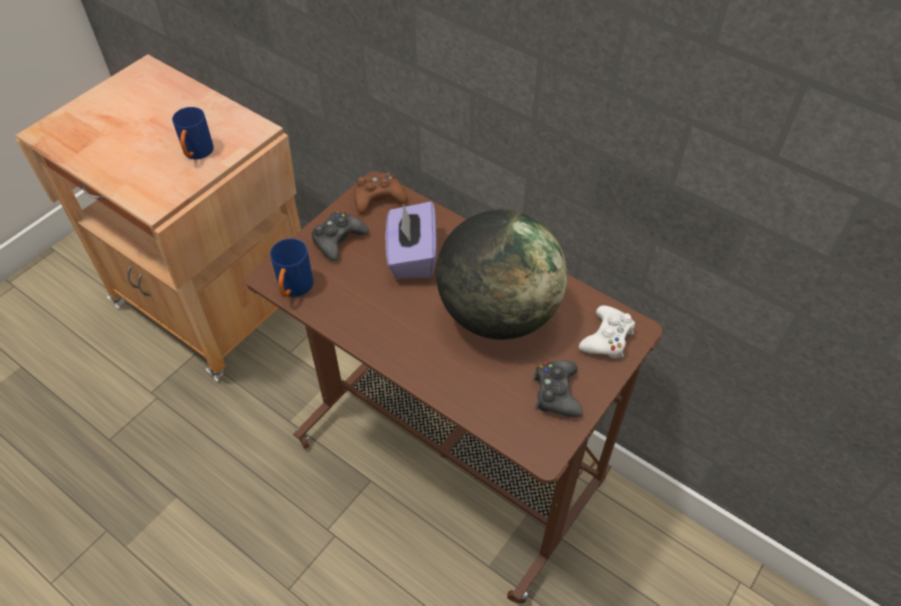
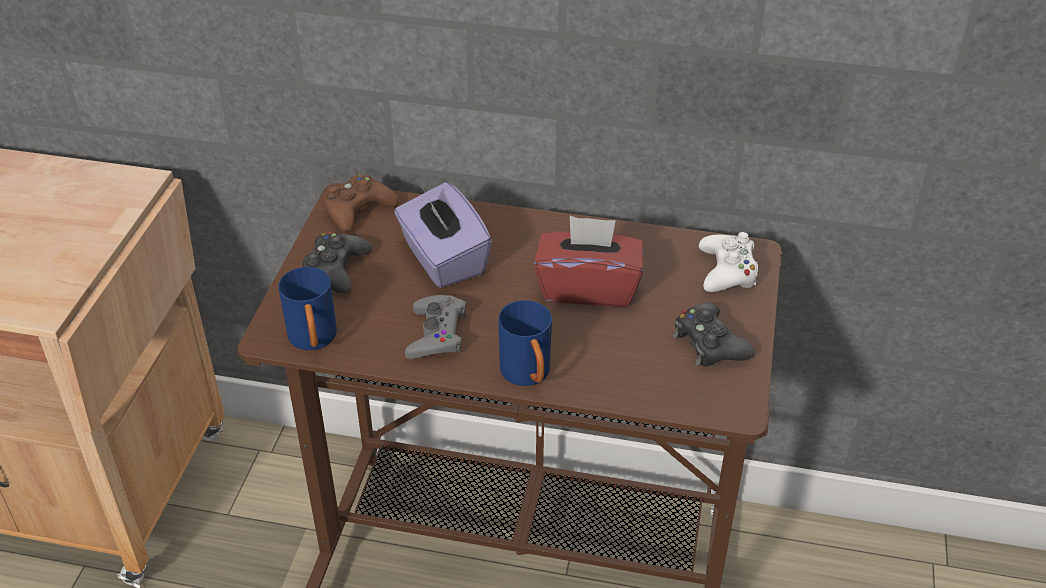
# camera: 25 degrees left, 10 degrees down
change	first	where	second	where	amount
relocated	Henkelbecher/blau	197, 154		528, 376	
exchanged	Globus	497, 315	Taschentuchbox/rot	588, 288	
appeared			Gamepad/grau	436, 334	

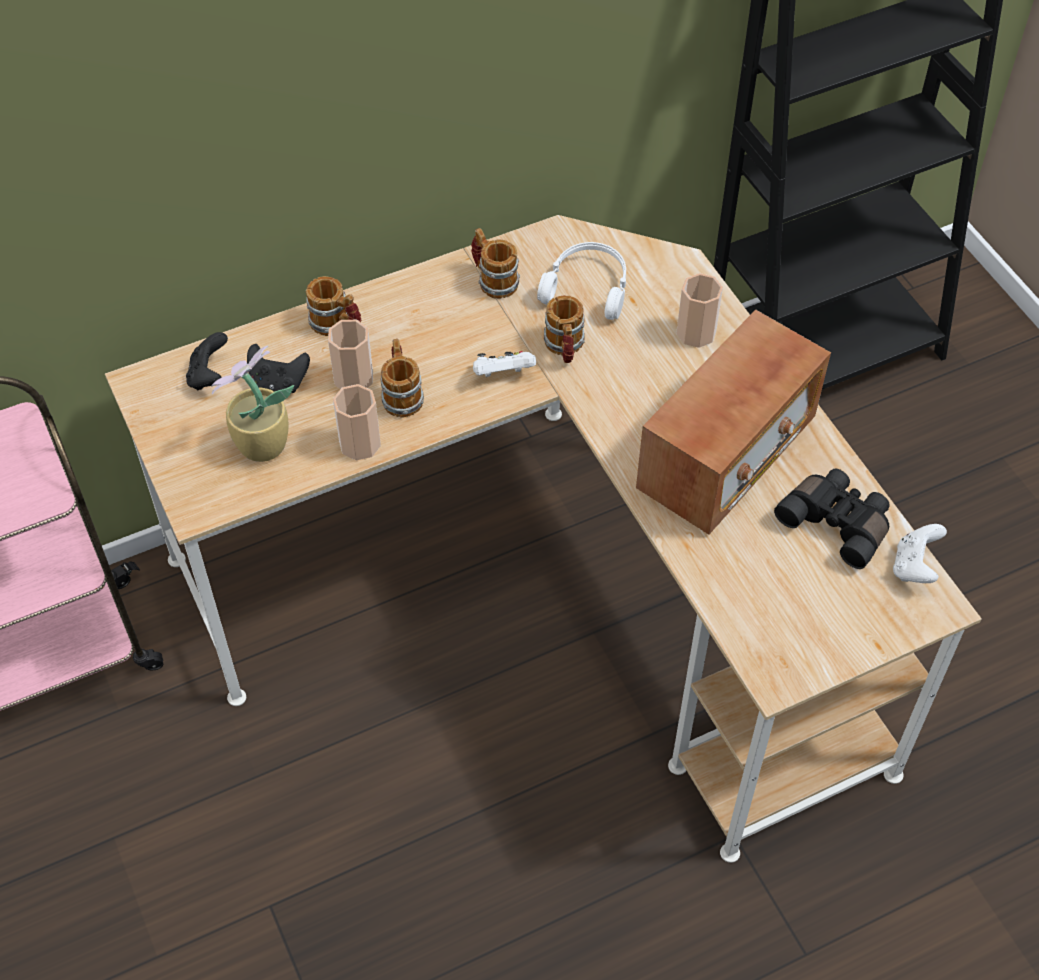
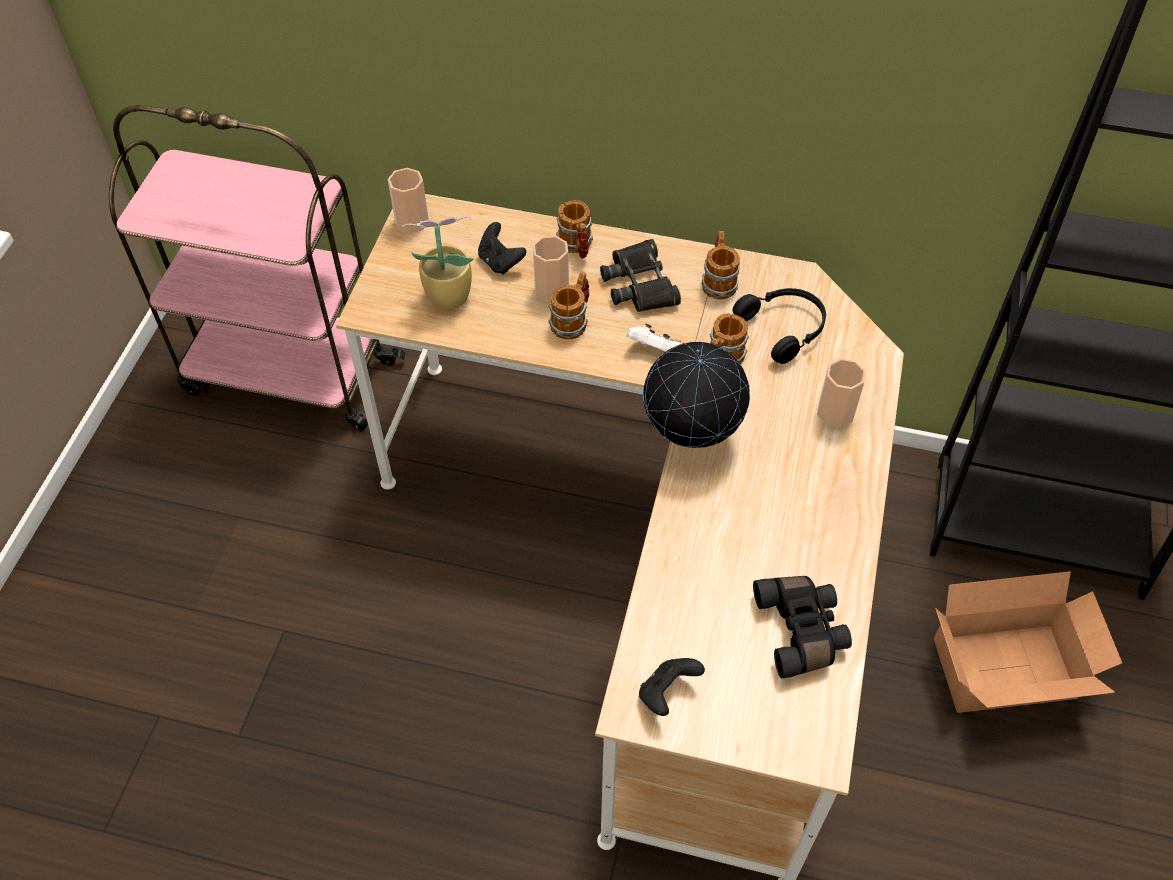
# camera: 40 degrees right, 0 degrees up
change	first	where	second	where	amount
relocated	Gamepad/schwarz	209, 376		667, 693	
relocated	Tasse	360, 444		412, 221	
colour	Kopfhörer/weiß	588, 287	Kopfhörer/schwarz	784, 328	
missing	Radio	727, 454			
missing	Gamepad/weiß	914, 567			
appeared			Fernglas/schwarz	640, 284	
appeared			Globus	691, 434	
appeared			Karton	1009, 673	

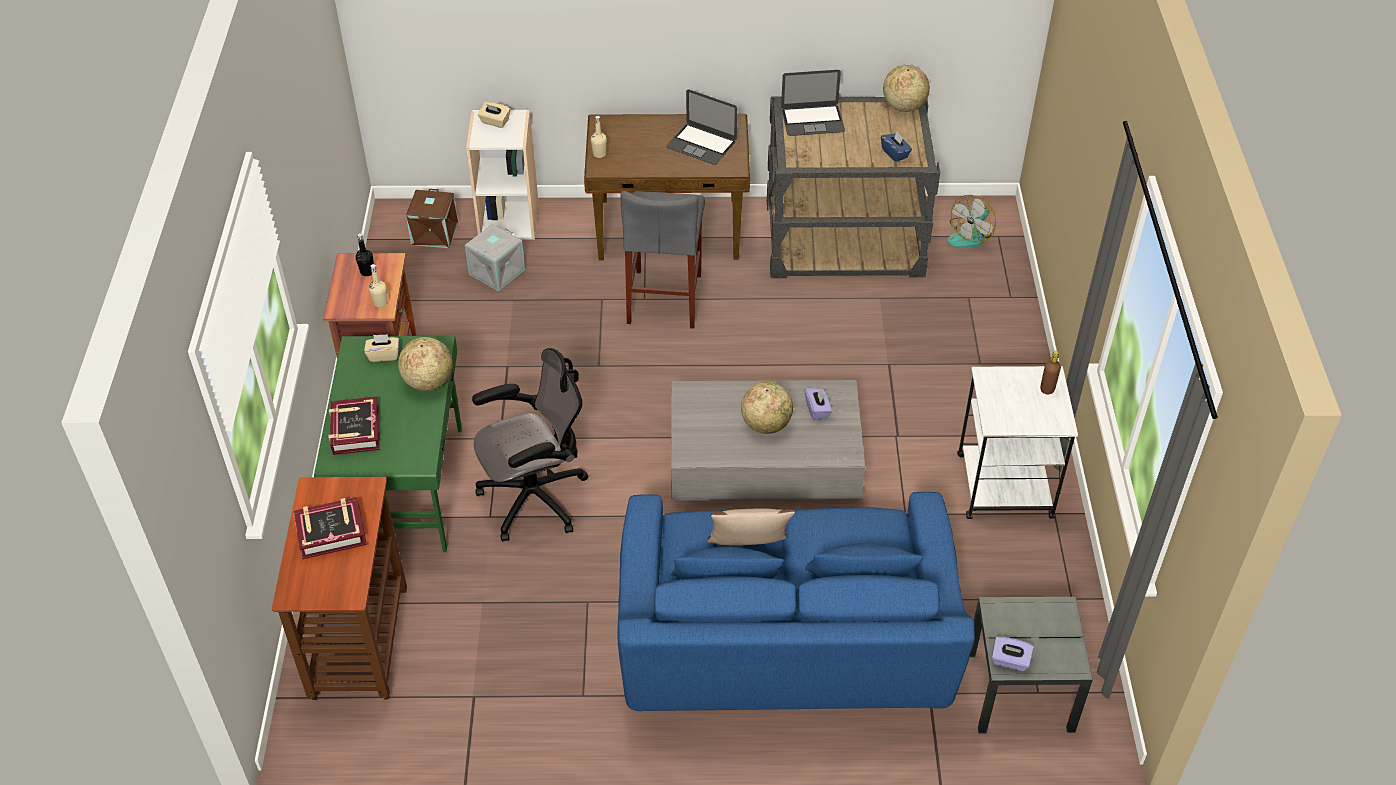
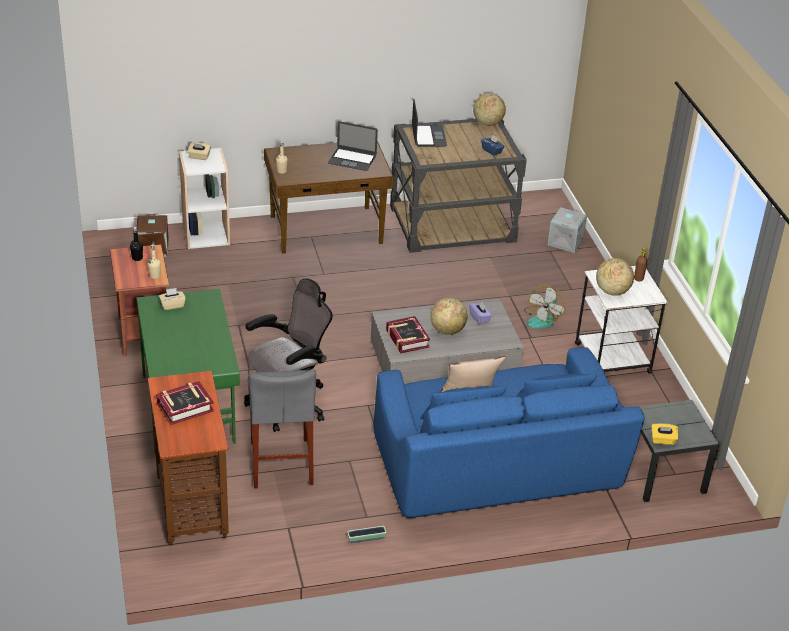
# camera: 15 degrees left, 10 degrees down
change	first	where	second	where	amount
relocated	Buch	355, 430		407, 339	
relocated	Globus	428, 382		612, 291	
relocated	Aufbewahrungsbox/grau	496, 271		565, 241	
relocated	Hocker/grau	664, 298		281, 463	
spun	Laptop	812, 120		428, 136	75 degrees counterclockwise
relocated	Ventilator	970, 235		543, 319	
colour	Taschentuchbox/lila	1010, 661	Taschentuchbox/gelb	663, 440	
appeared			Pflanzkübel	366, 538	

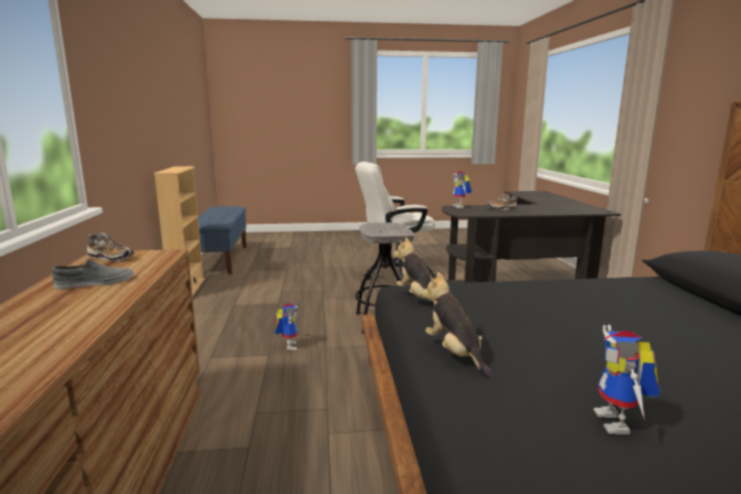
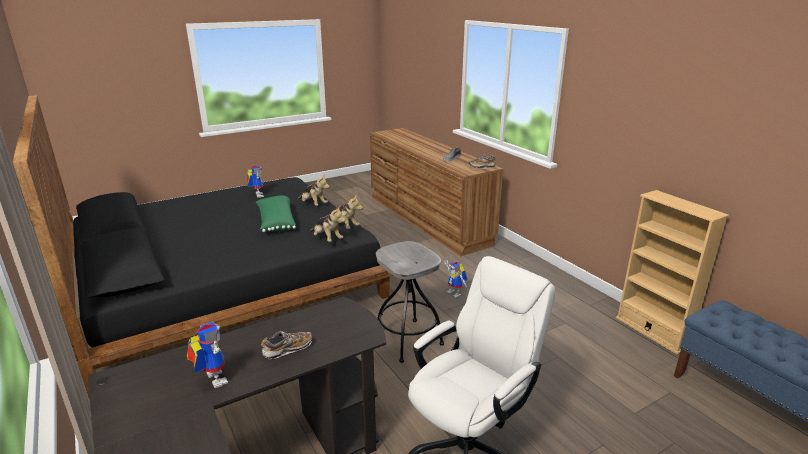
# camera: 155 degrees right, 10 degrees up
change	first	where	second	where	amount
relocated	Spielzeugroboter	460, 207		211, 379	
appeared			Kissen/grün	276, 222	
appeared			Plüschtier	327, 239	

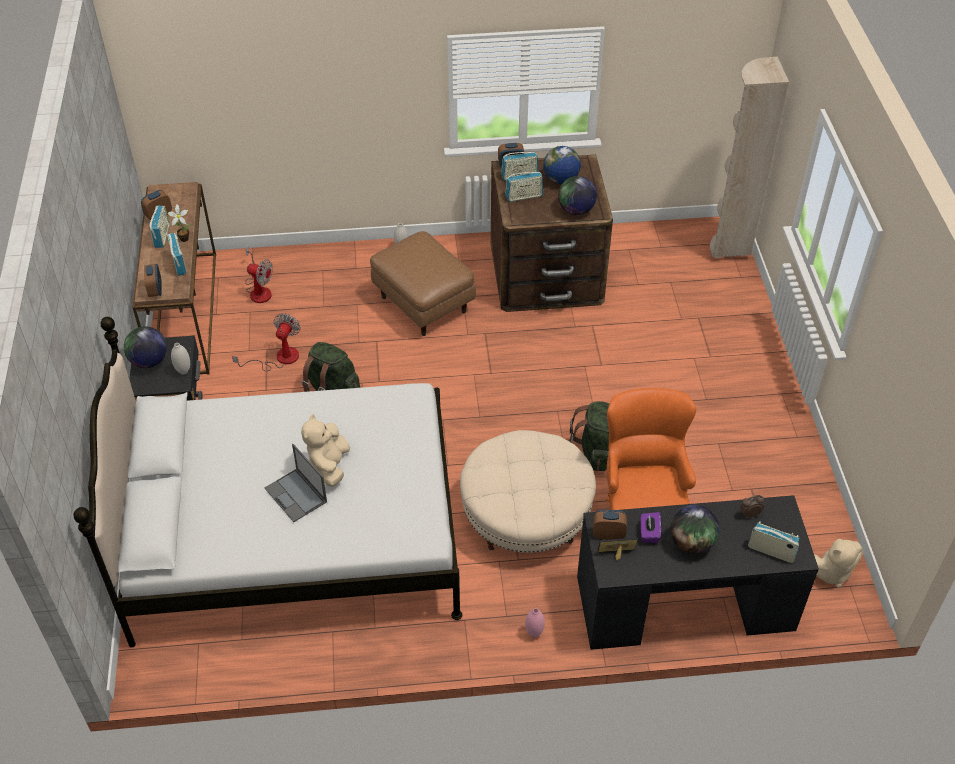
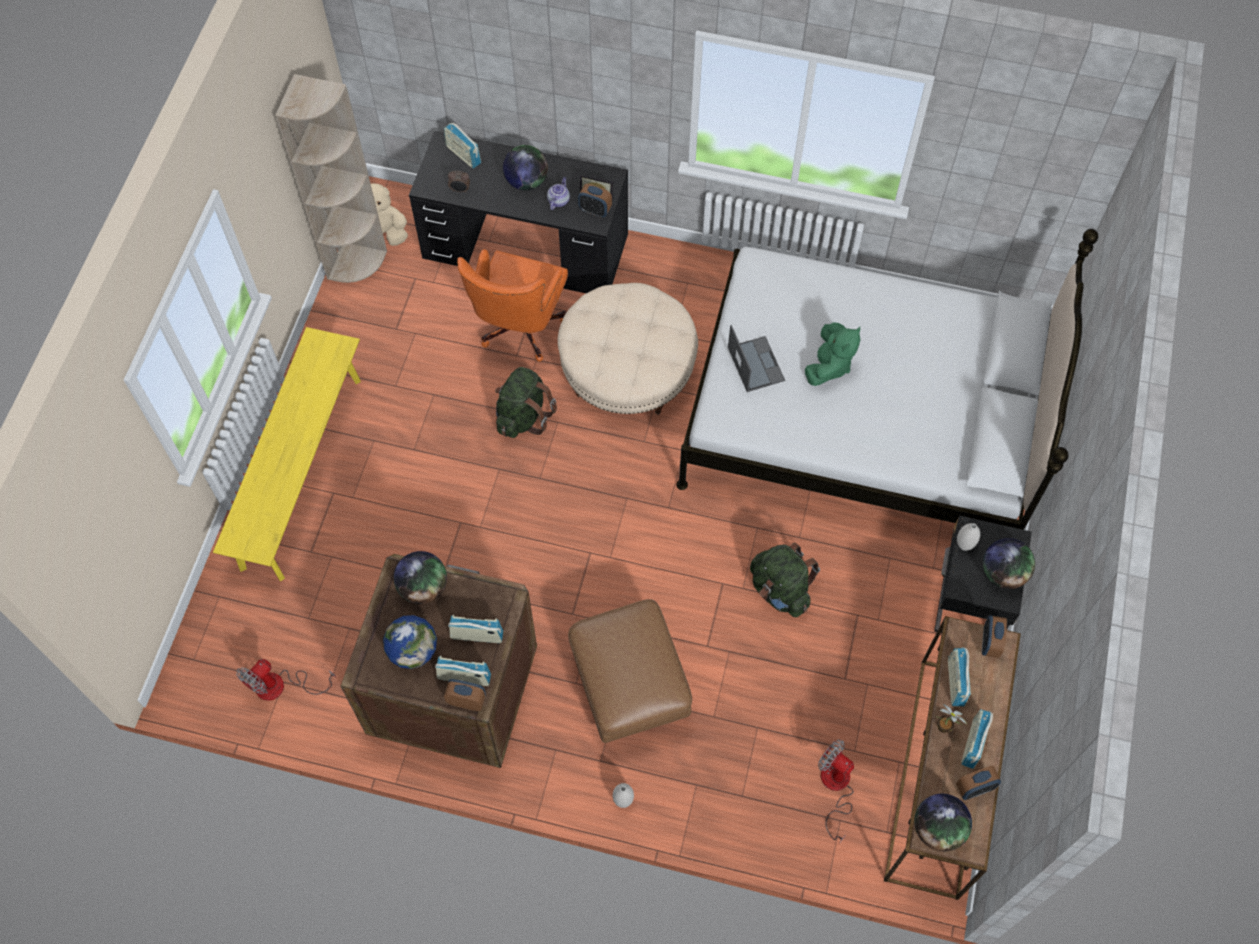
# camera: 160 degrees left, 15 degrees up
change	first	where	second	where	amount
relocated	Ventilator	279, 358		281, 686	
relocated	Laptop	296, 495		755, 363	
colour	Plüschtier/beige	329, 465	Plüschtier/grün	829, 365	
missing	Vase/rosa	534, 633			
exchanged	Taschentuchbox/lila	649, 533	Teekanne	558, 200	
relocated	Bücherregal/beige	728, 248		357, 267	
appeared			Bank/gelb	301, 471	
appeared			Globus	938, 829	

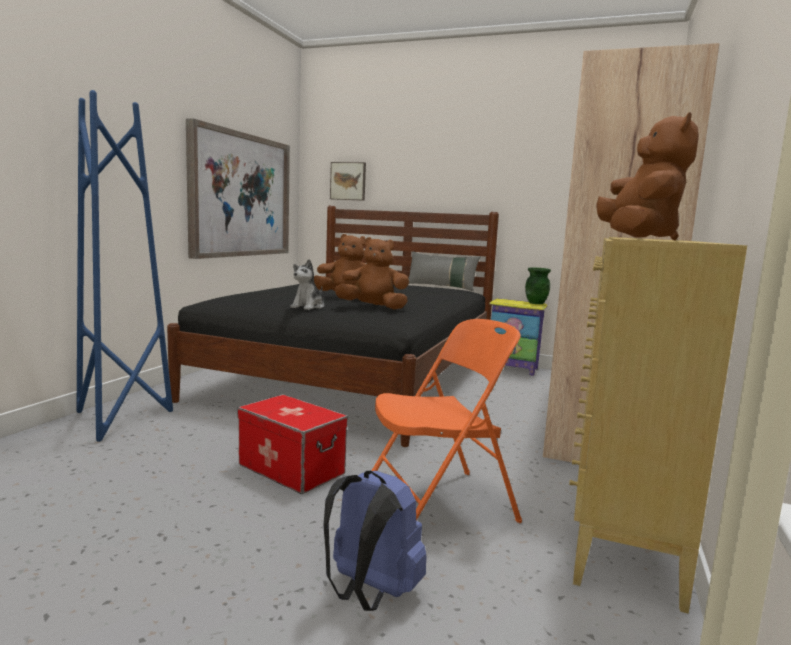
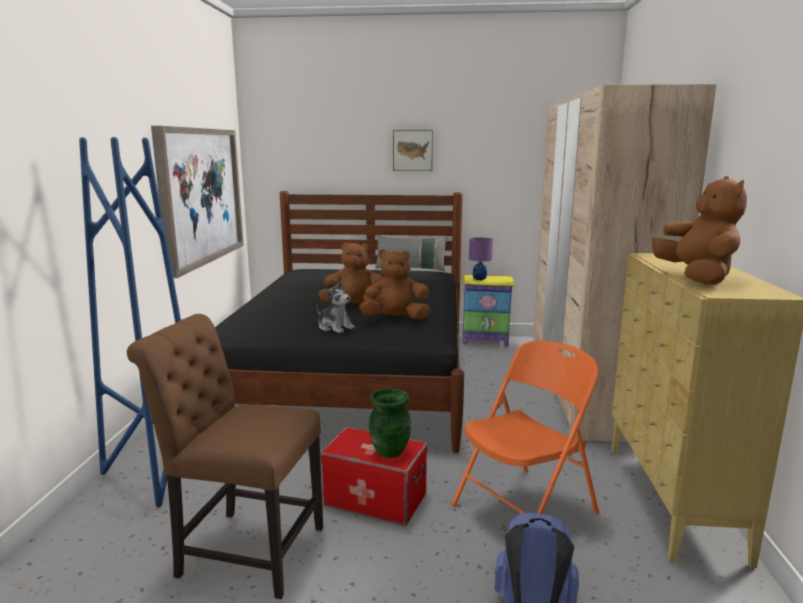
# camera: 15 degrees left, 5 degrees up
change	first	where	second	where	amount
spun	Plüschtier	308, 307		335, 327	60 degrees counterclockwise
relocated	Bild	348, 181		413, 150	
relocated	Vase/grün	536, 303		390, 451	
appeared			Stuhl/braun	244, 549	
appeared			Tischlampe/lila	480, 279	

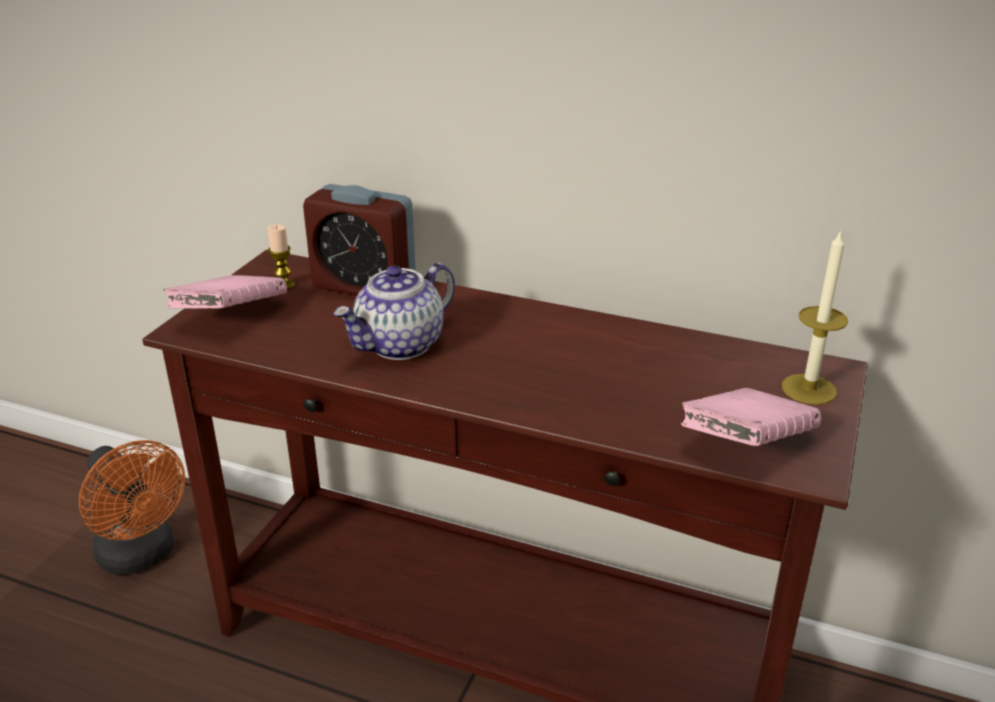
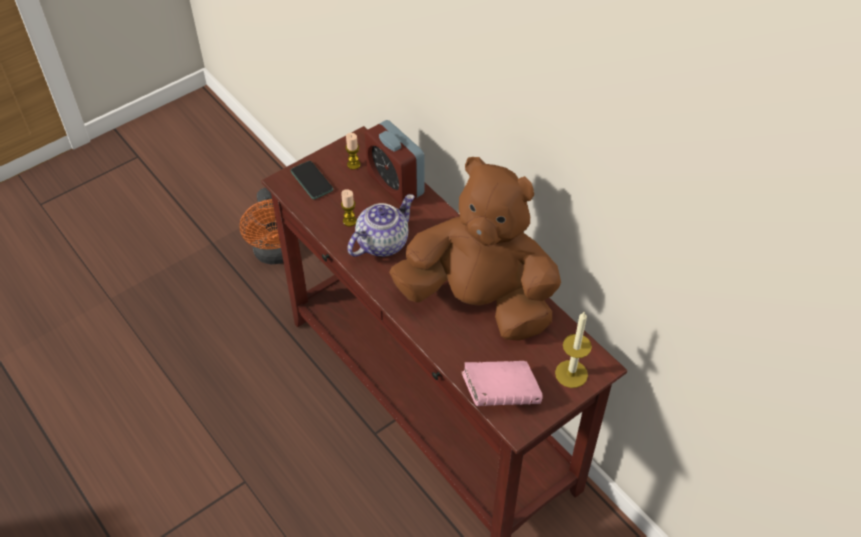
# camera: 30 degrees right, 20 degrees up
change	first	where	second	where	amount
exchanged	Buch/rosa	230, 316	Handy	311, 181	
spun	Teekanne	400, 345		382, 242	150 degrees clockwise
appeared			Kerze	349, 221	
appeared			Plüschtier/braun	479, 301	

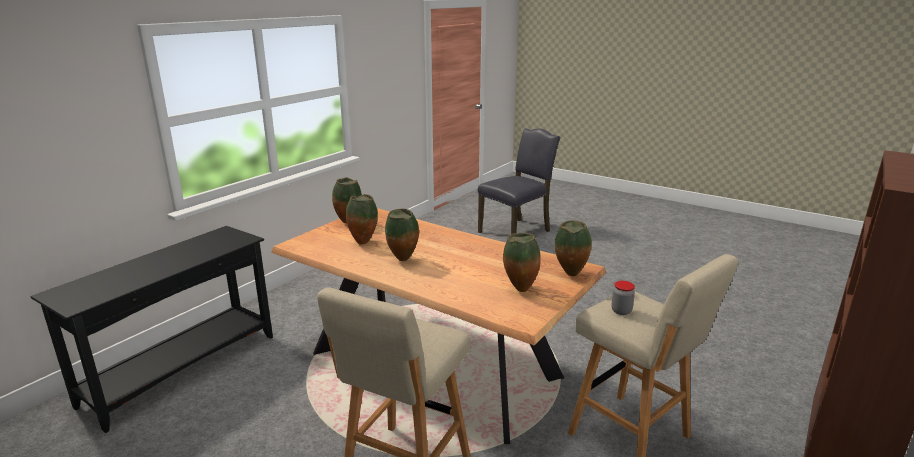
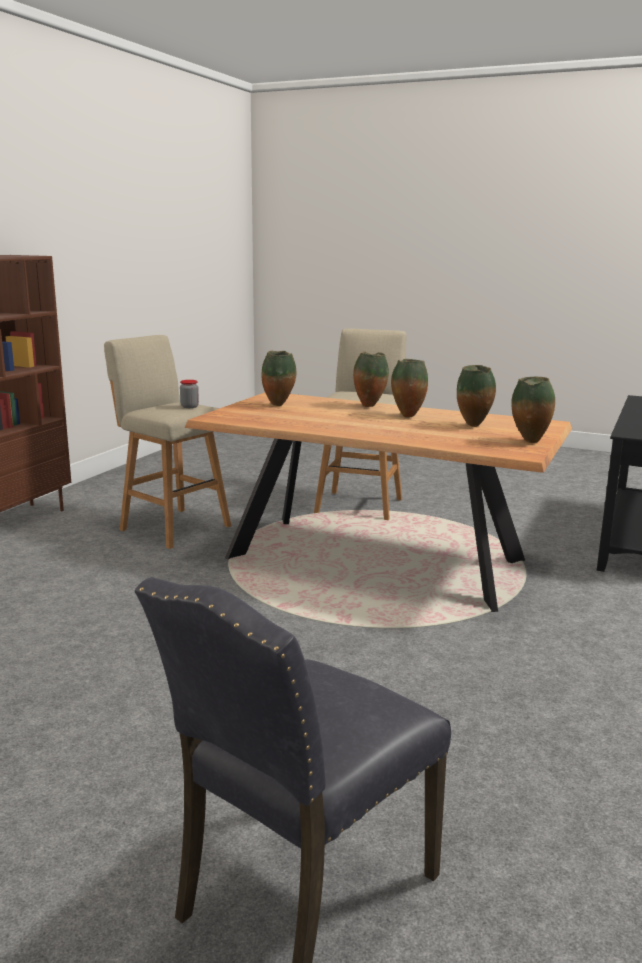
# camera: 170 degrees right, 5 degrees down
change	first	where	second	where	amount
relocated	Vase	570, 275		369, 406	

